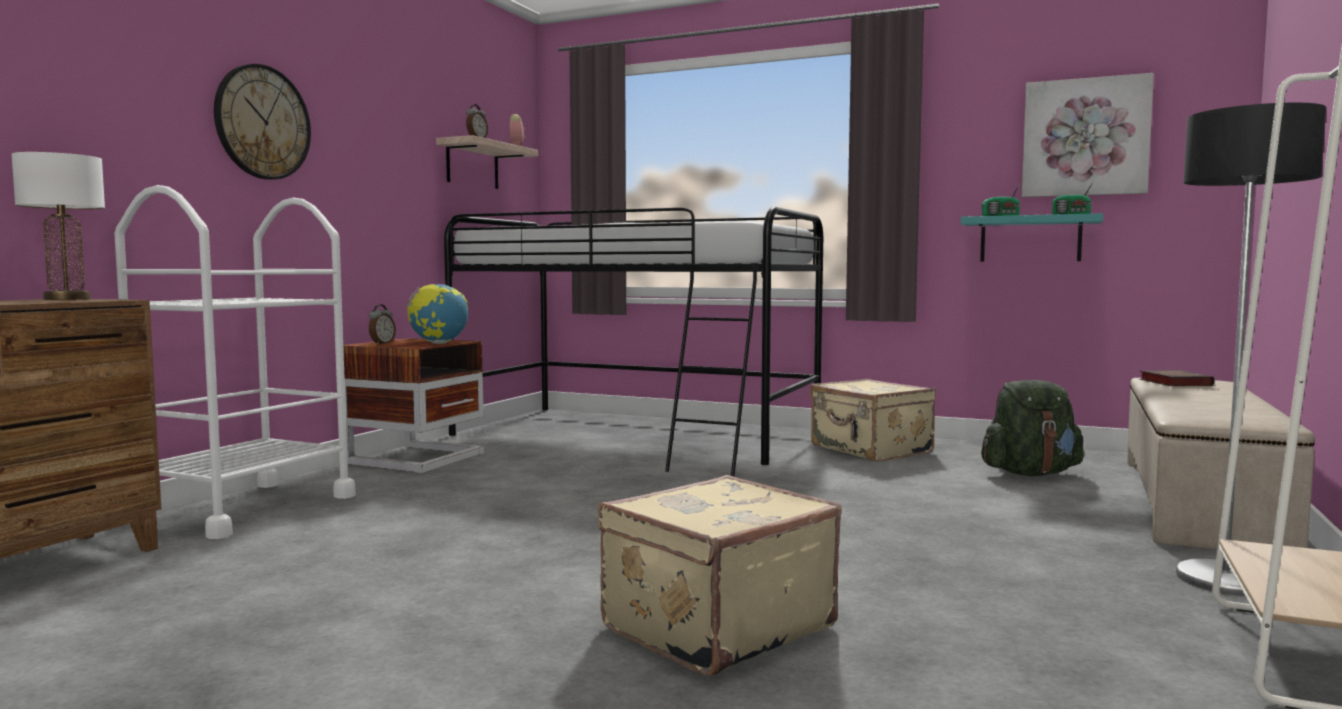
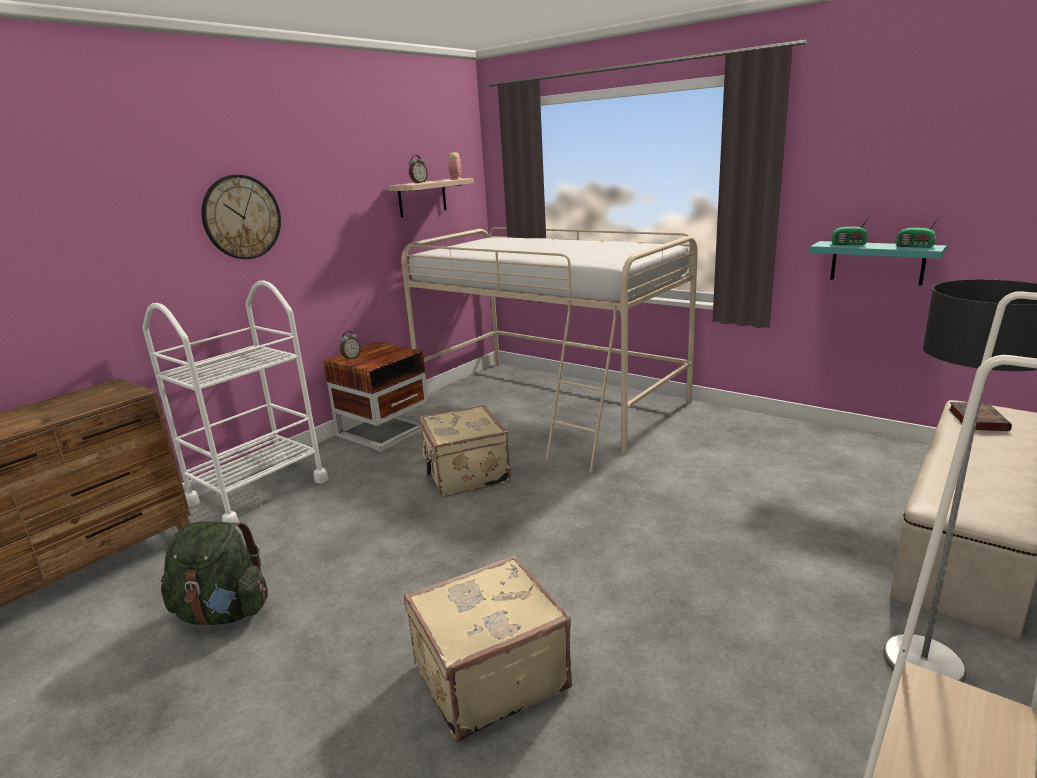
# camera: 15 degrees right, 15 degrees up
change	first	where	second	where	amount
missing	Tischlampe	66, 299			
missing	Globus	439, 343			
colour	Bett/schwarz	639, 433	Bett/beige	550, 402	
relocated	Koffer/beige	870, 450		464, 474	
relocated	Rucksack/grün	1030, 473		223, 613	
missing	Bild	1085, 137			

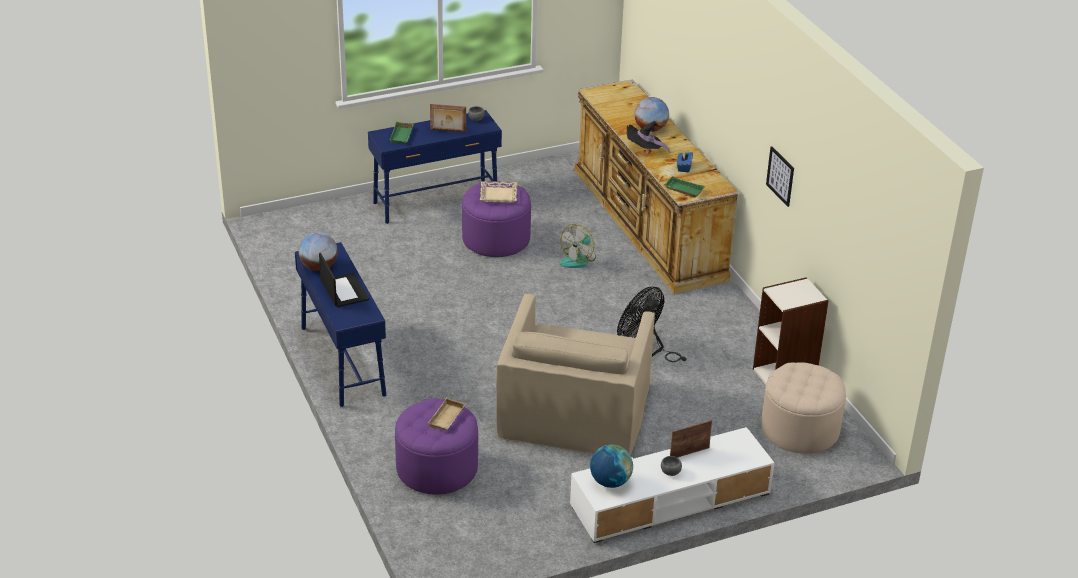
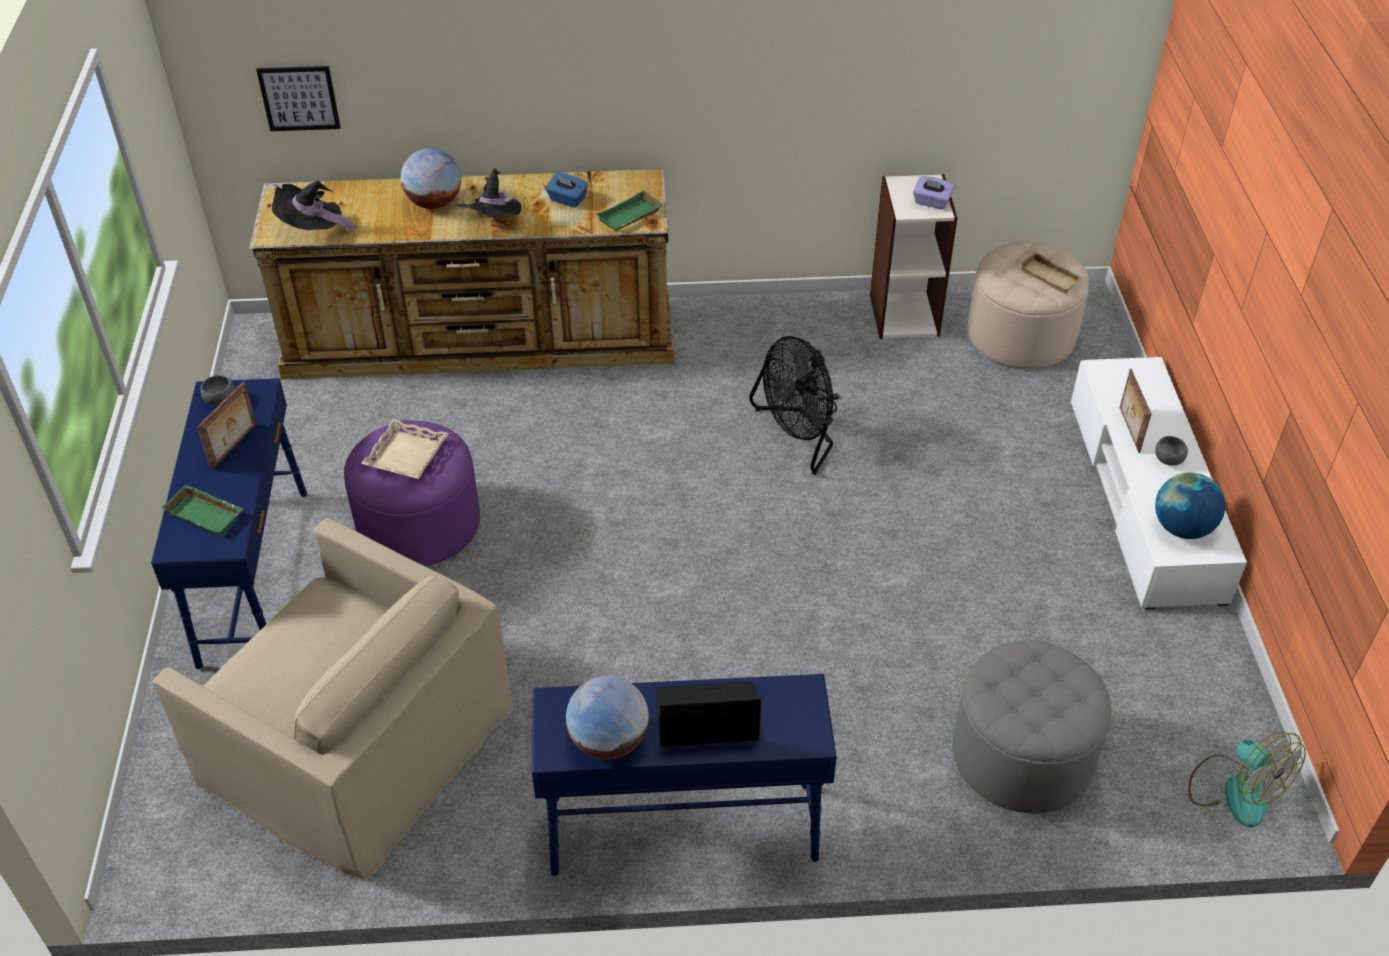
# camera: 70 degrees left, 10 degrees up
change	first	where	second	where	amount
colour	Polsterhocker/lila	437, 468	Polsterhocker/grau	1022, 755	
relocated	Tablett/beige	447, 418		1051, 276	
relocated	Sessel/beige	574, 410		356, 743	
relocated	Ventilator	578, 259		1235, 789	
relocated	Bild	780, 176		299, 98	
appeared			Hut/schwarz	313, 230	
appeared			Taschentuchbox/lila	931, 202	

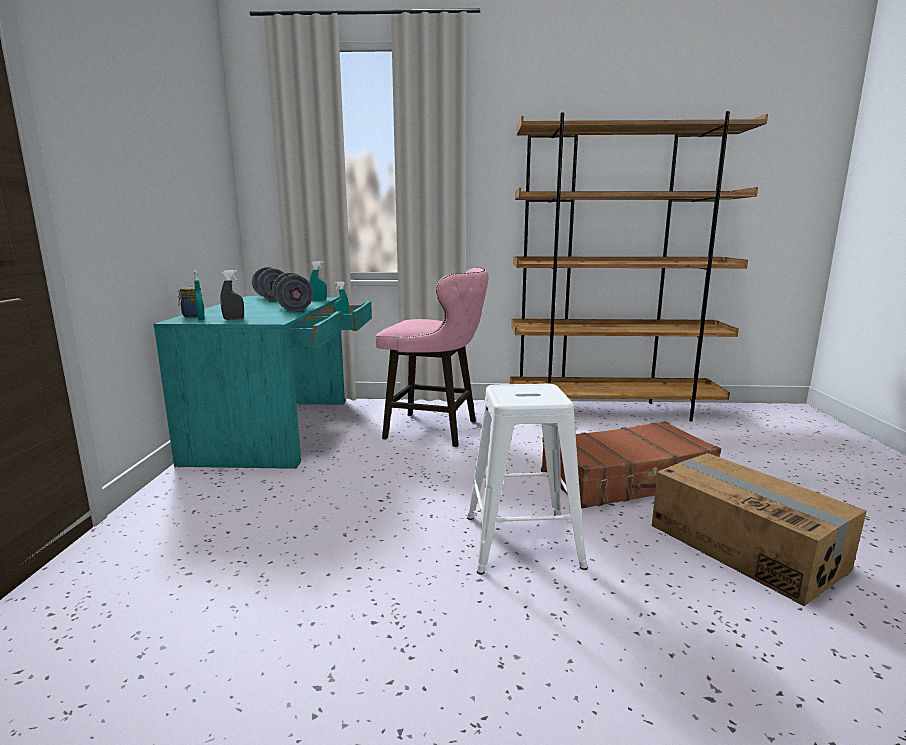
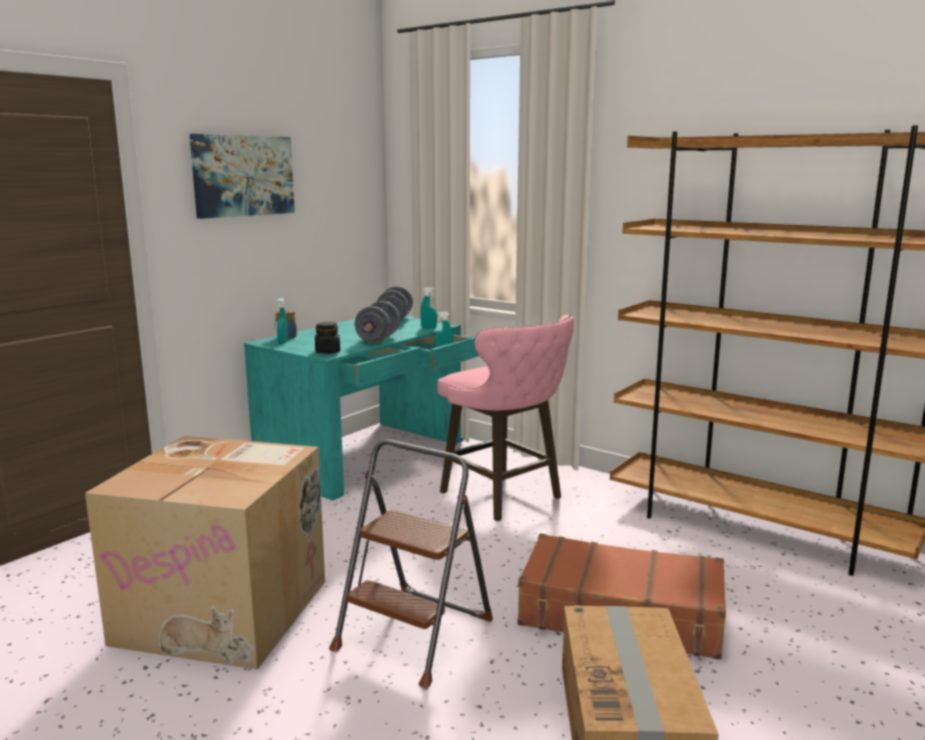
# camera: 35 degrees right, 0 degrees up
change	first	where	second	where	amount
missing	Sprühflasche/grau	233, 319			
exchanged	Hocker/weiß	523, 540	Trittleiter/braun	418, 631	
appeared			Karton	226, 610	
appeared			Bild	243, 176	
appeared			Vorratsglas/schwarz	328, 352	

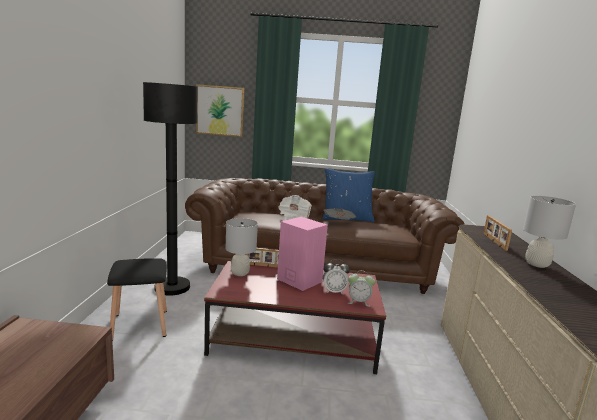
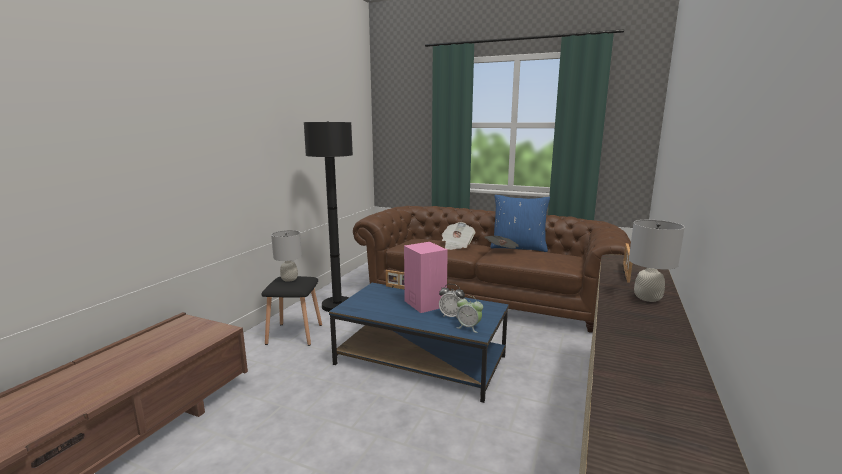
# camera: 20 degrees right, 0 degrees up
change	first	where	second	where	amount
missing	Bild	220, 110			
colour	Couchtisch/rot	295, 338	Couchtisch/blau	421, 360	
relocated	Tischlampe/grau	240, 273		290, 279	

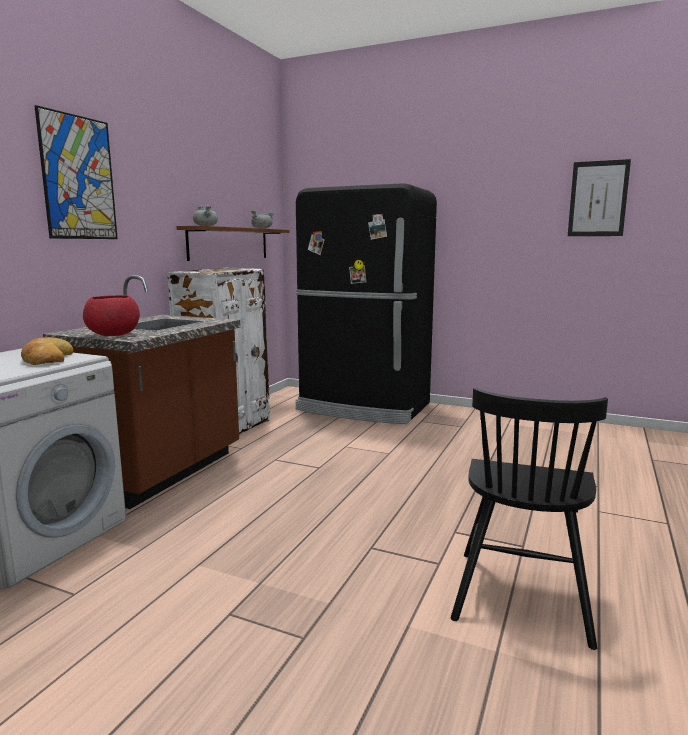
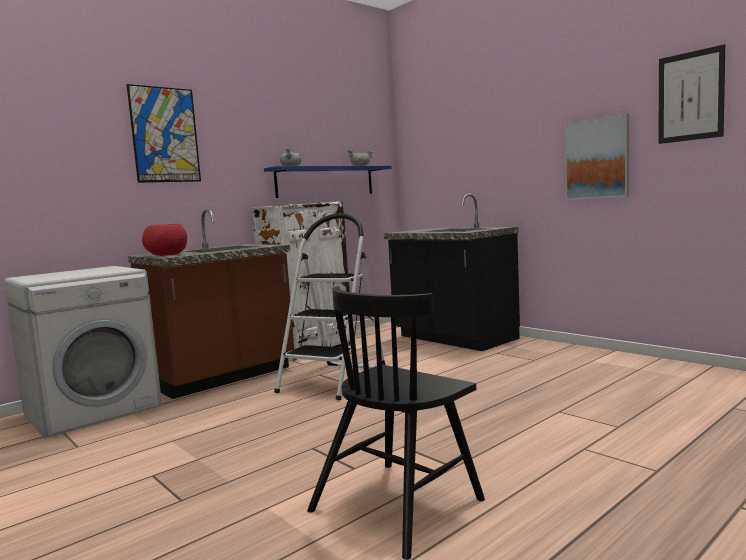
# camera: 25 degrees right, 5 degrees down
change	first	where	second	where	amount
missing	Brot	46, 359			
colour	Wandregal/braun	229, 243	Wandregal/blau	325, 181	
exchanged	Kühlschrank/schwarz	364, 407	Küchenzeile/schwarz	453, 338	
appeared			Trittleiter	336, 380	
appeared			Bild	597, 158	

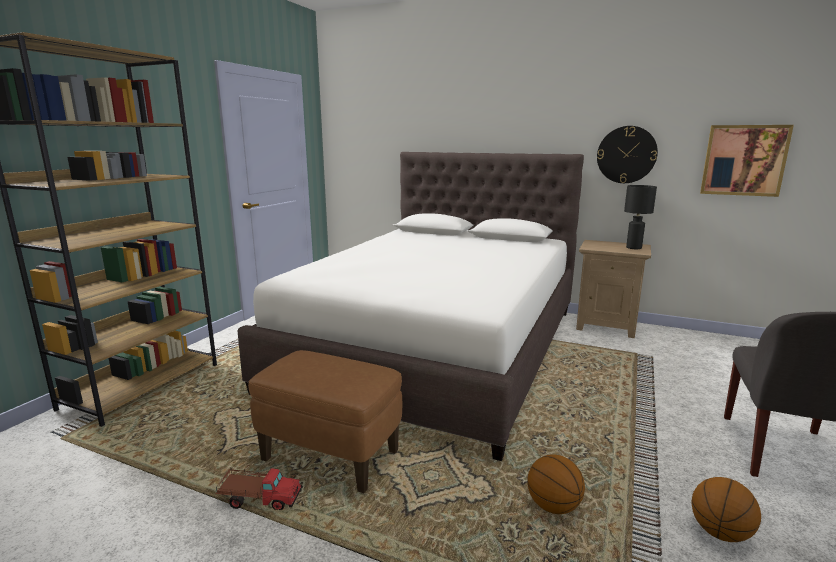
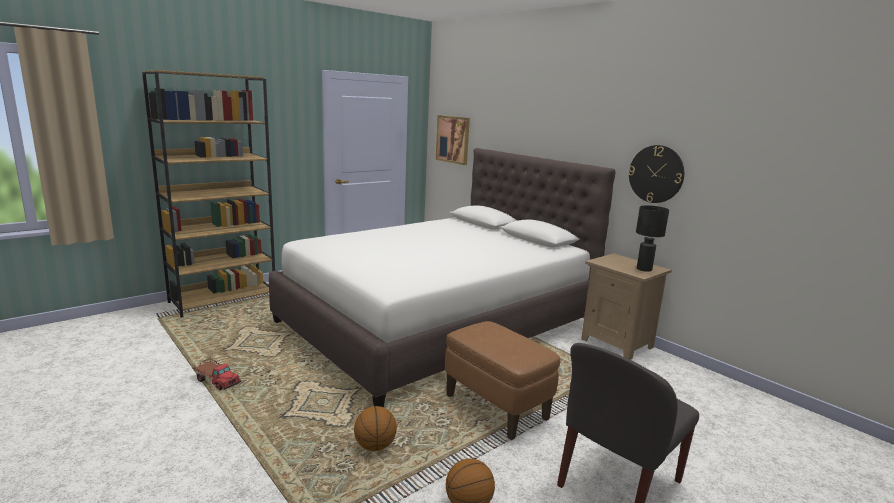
# camera: 25 degrees right, 0 degrees up
change	first	where	second	where	amount
relocated	Polsterhocker/braun	331, 456		496, 407	
relocated	Bild	744, 160		453, 139	

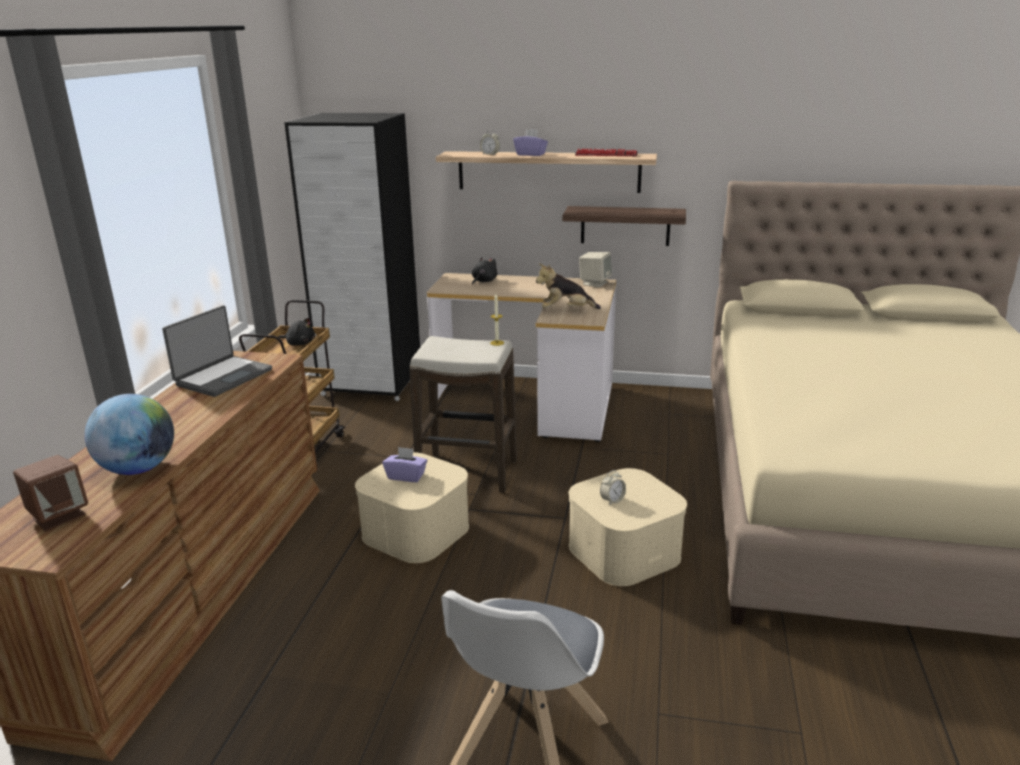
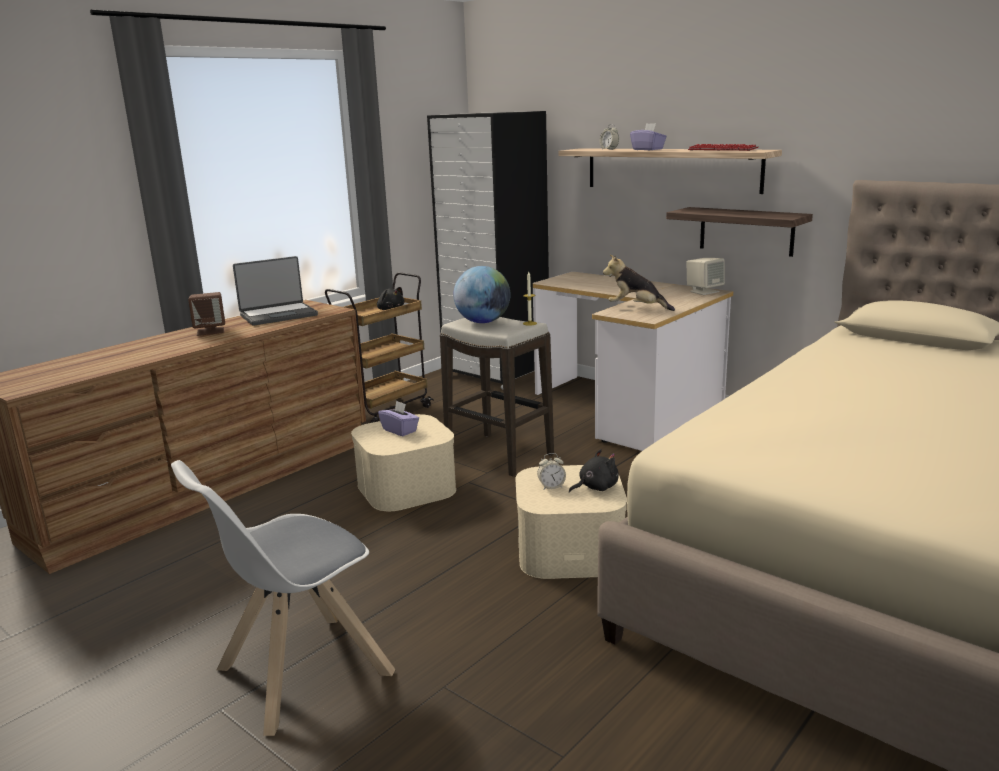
# camera: 30 degrees right, 5 degrees down
change	first	where	second	where	amount
relocated	Lautsprecher/braun	59, 516		211, 331	
relocated	Globus	138, 469		483, 322	
relocated	Plüschtier/schwarz	483, 281		595, 487	

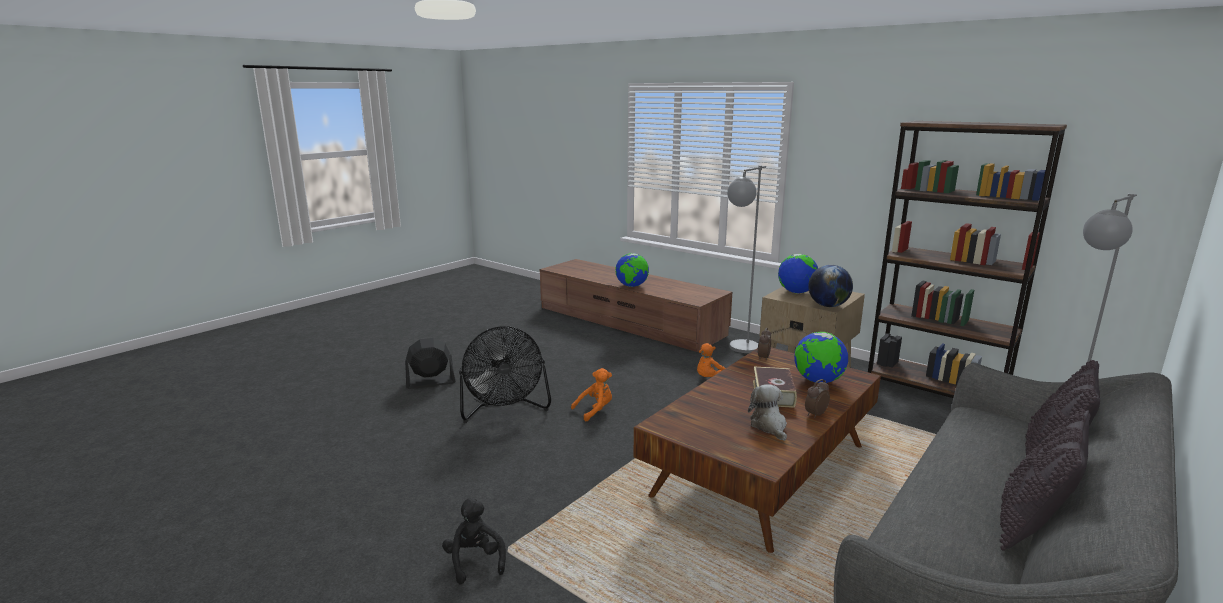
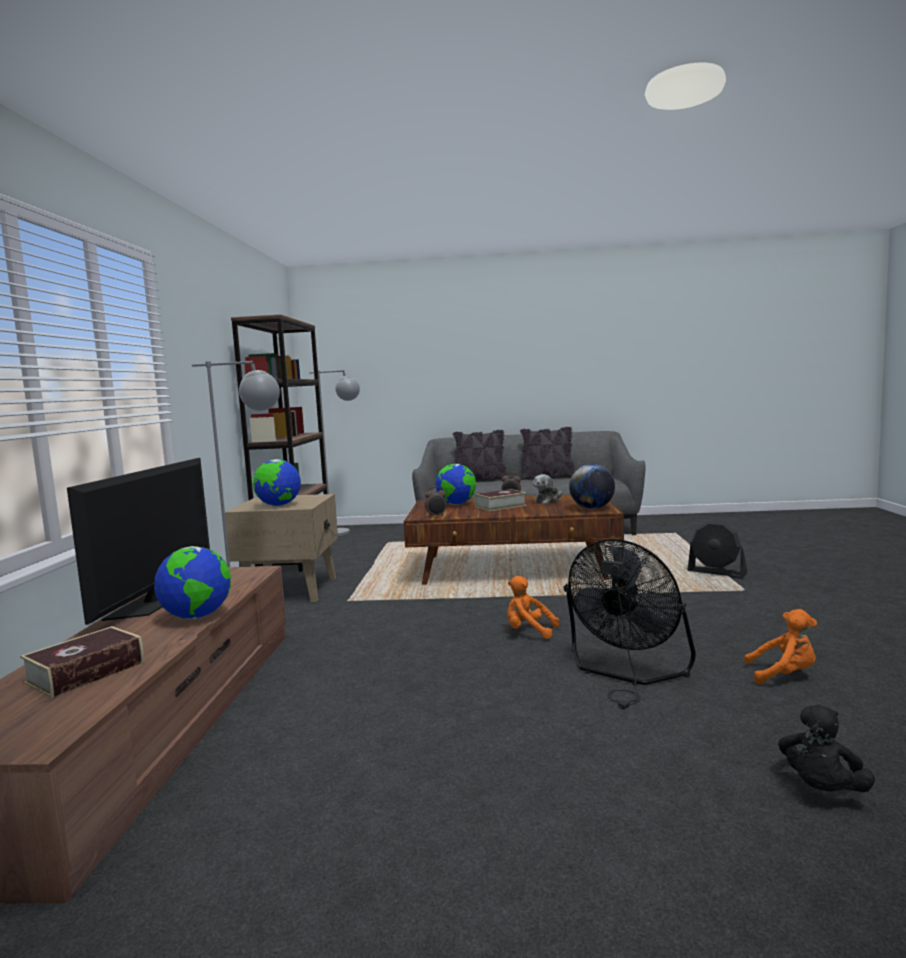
# camera: 125 degrees left, 10 degrees down
change	first	where	second	where	amount
relocated	Ventilator/schwarz	430, 382		717, 573	
relocated	Plüschtier/schwarz	475, 561		822, 789	
relocated	Plüschtier/orange	710, 379		784, 675	
relocated	Globus	828, 306		592, 508	
appeared			Buch	86, 672	
appeared			Fernseher	156, 600	

